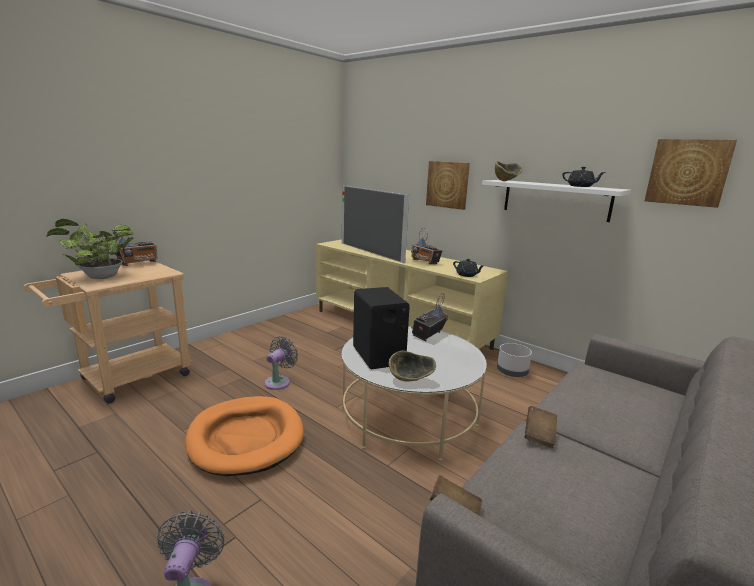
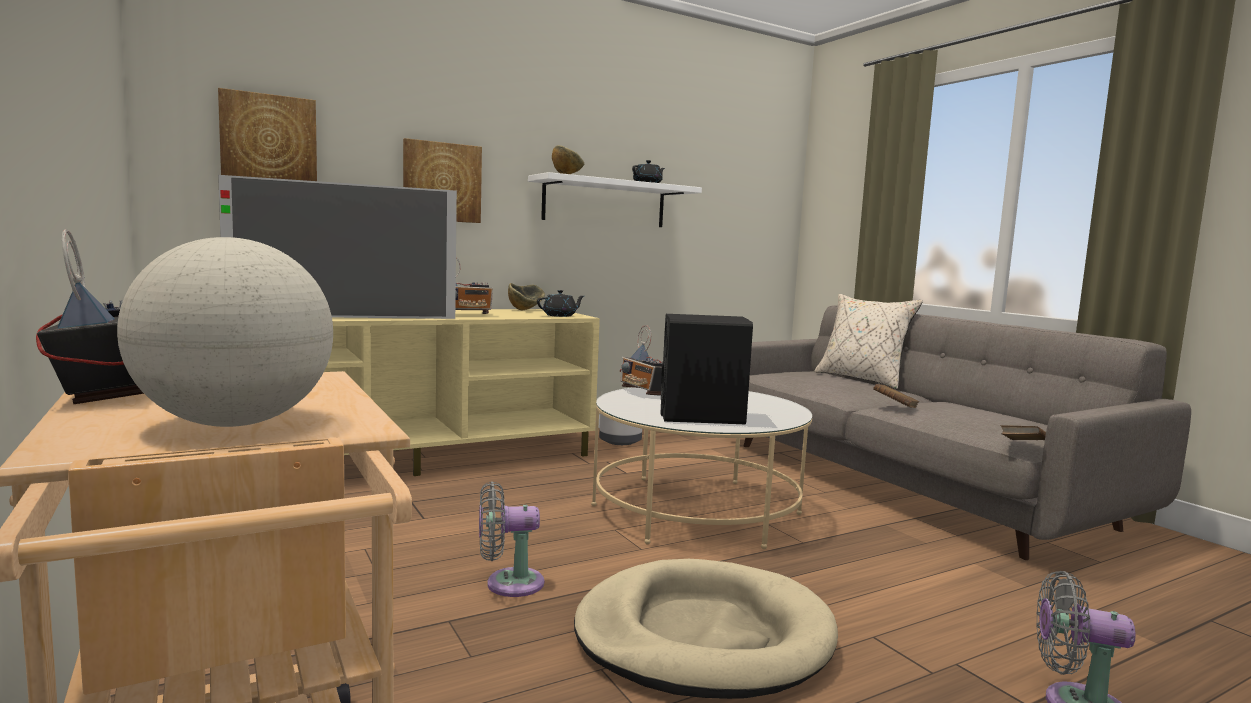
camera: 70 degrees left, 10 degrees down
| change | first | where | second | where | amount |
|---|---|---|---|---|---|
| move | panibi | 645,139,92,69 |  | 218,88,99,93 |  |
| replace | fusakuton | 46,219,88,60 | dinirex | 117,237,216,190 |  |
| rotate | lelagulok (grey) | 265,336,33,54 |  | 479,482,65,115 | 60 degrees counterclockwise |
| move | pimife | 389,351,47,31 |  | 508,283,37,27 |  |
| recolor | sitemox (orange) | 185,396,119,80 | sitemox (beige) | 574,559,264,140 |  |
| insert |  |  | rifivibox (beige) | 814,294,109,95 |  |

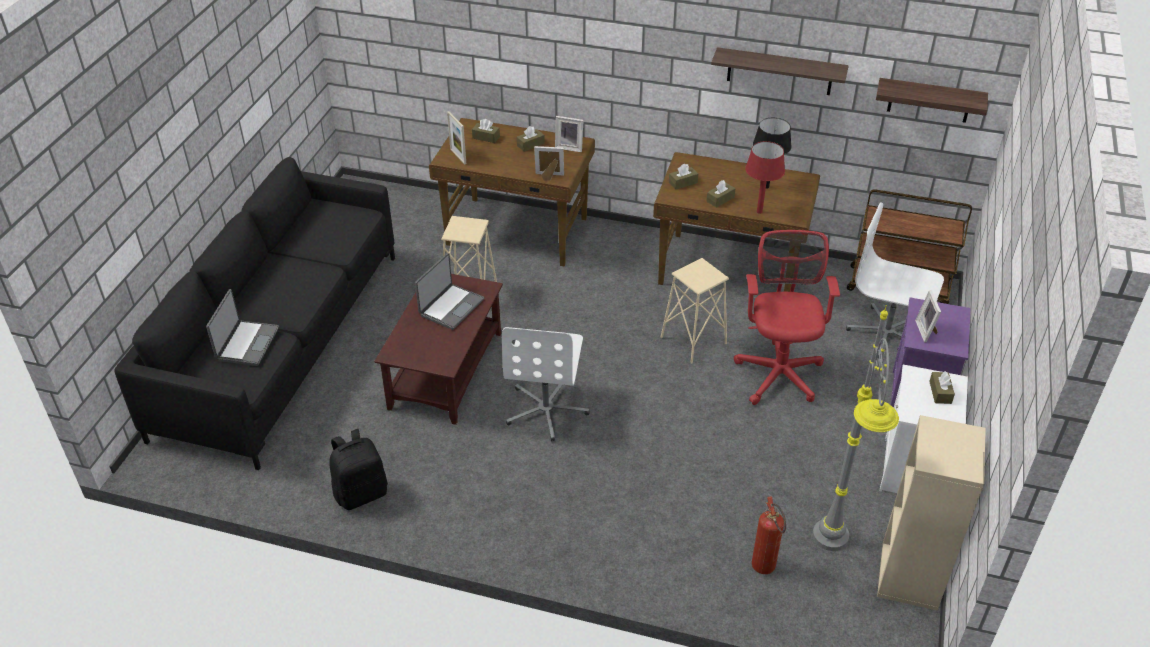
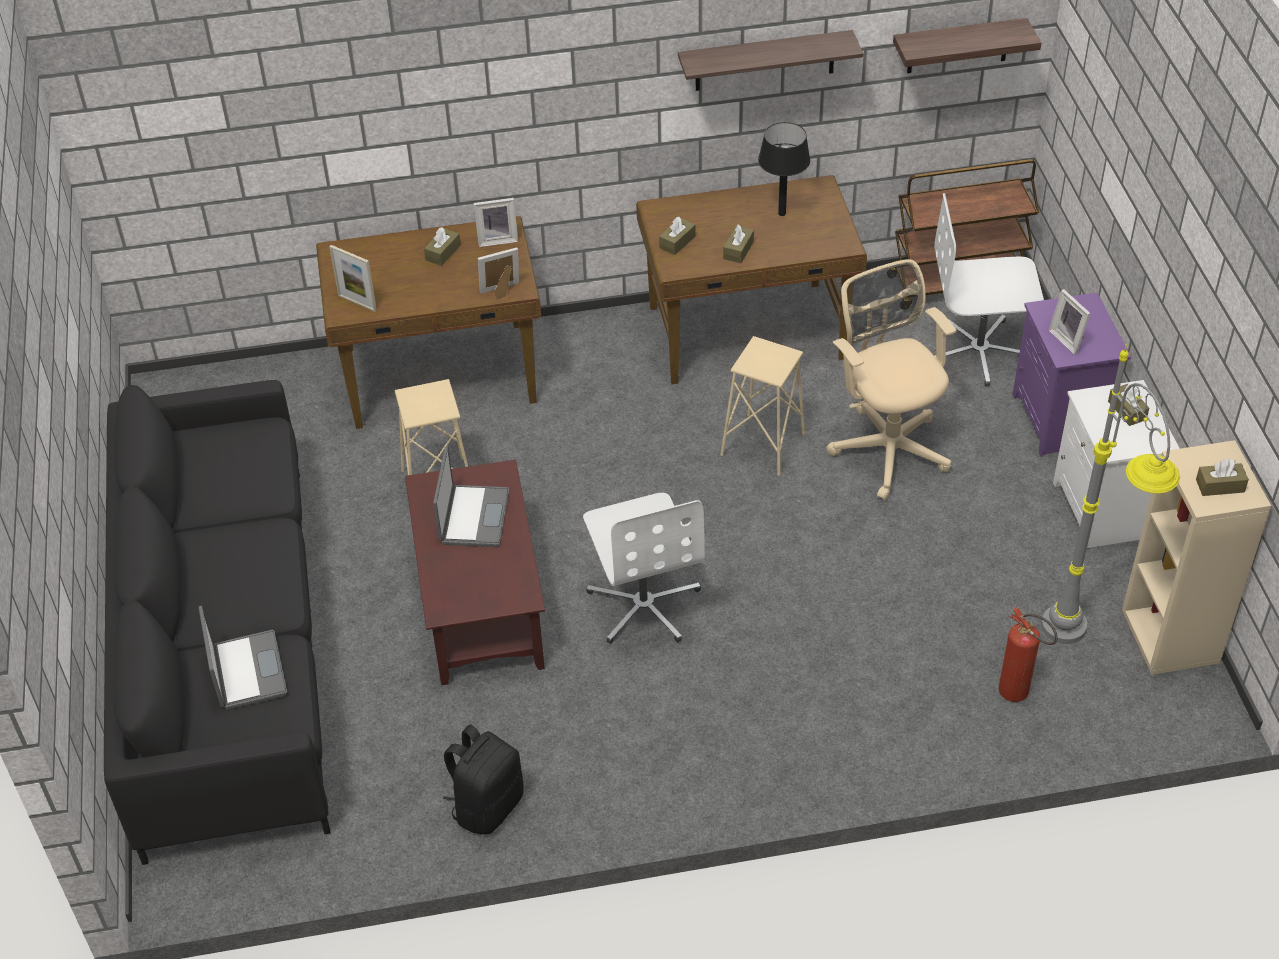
camera: 25 degrees left, 5 degrees up
| change | first | where | second | where | amount |
|---|---|---|---|---|---|
| move | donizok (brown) | 472,119,28,24 |  | 1196,459,53,37 |  |
| delete | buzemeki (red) | 745,141,40,73 |  |  |  |
| recolor | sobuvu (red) | 734,230,106,175 | sobuvu (beige) | 826,259,131,242 |  |

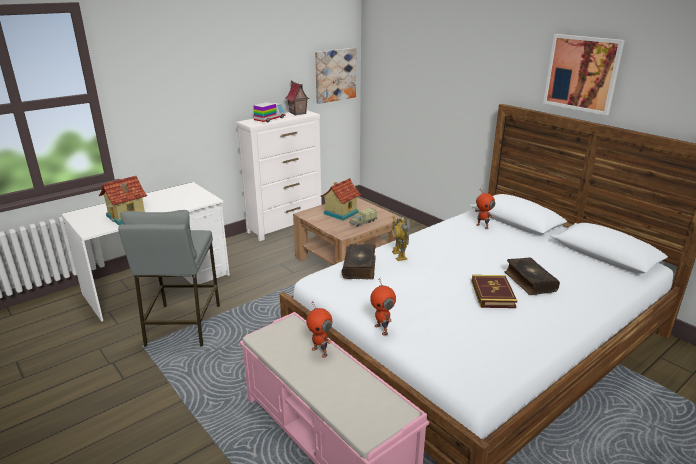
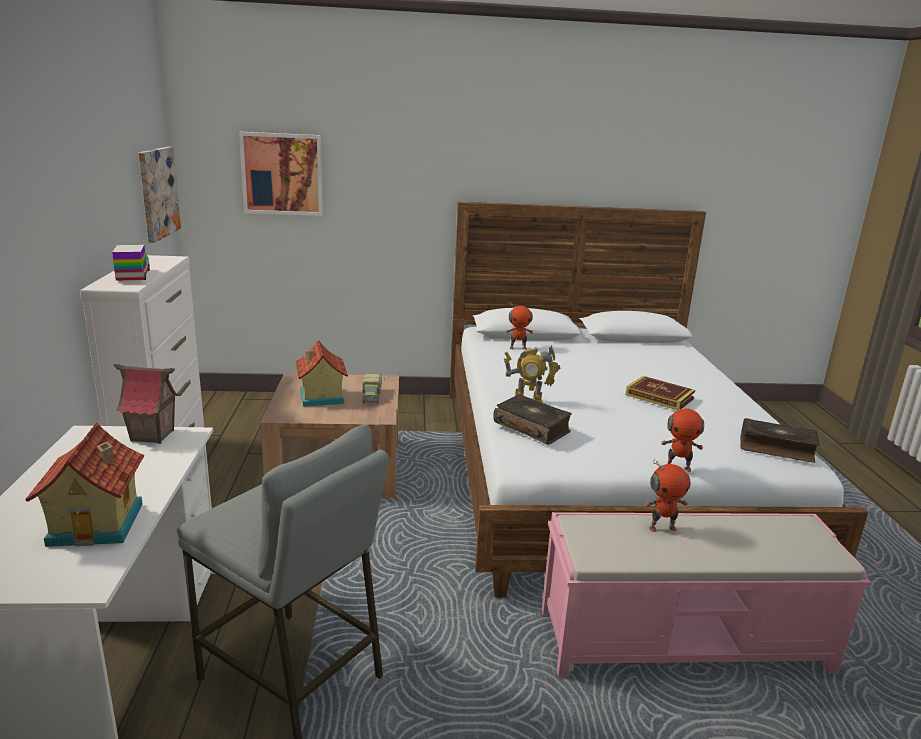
camera: 55 degrees left, 5 degrees down
| change | first | where | second | where | amount |
|---|---|---|---|---|---|
| move | panibi | 543,34,82,81 |  | 239,132,84,84 |  |
| move | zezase | 285,81,24,34 |  | 114,364,65,80 |  |
| move | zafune | 505,257,55,38 |  | 740,418,80,45 |  |

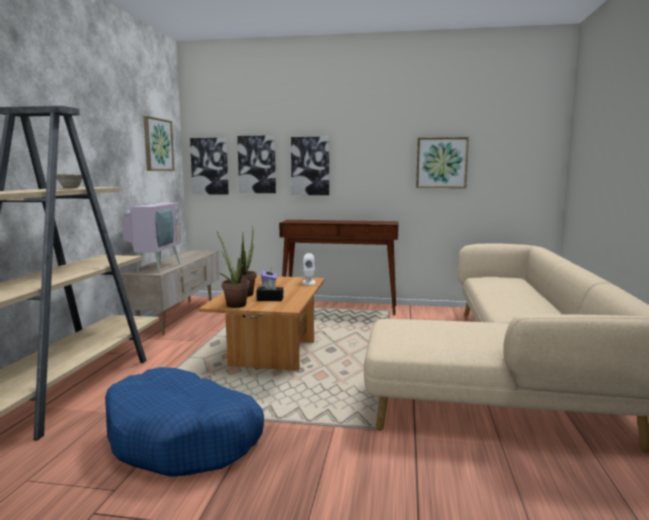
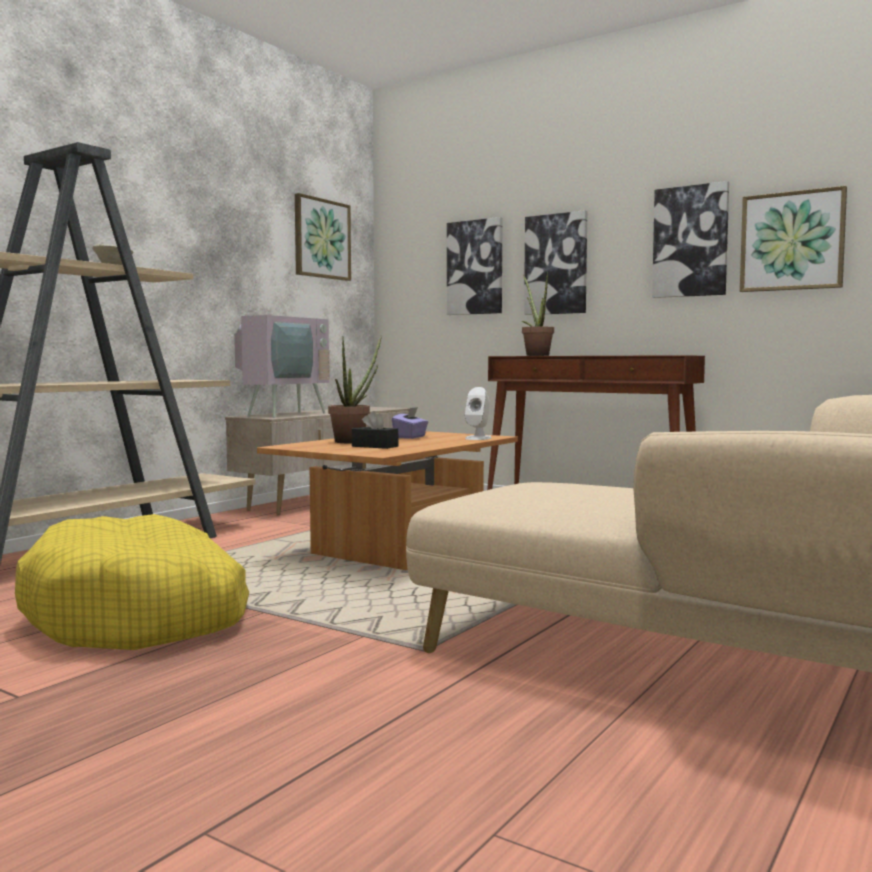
camera: 25 degrees right, 5 degrees down
| change | first | where | second | where | amount |
|---|---|---|---|---|---|
| move | panibi | 190,138,39,57 |  | 652,181,77,117 |  |
| move | fusakuton | 217,232,33,76 |  | 522,272,32,84 |  |
| recolor | sitemox (blue) | 105,367,159,110 | sitemox (yellow) | 15,514,234,136 |  |

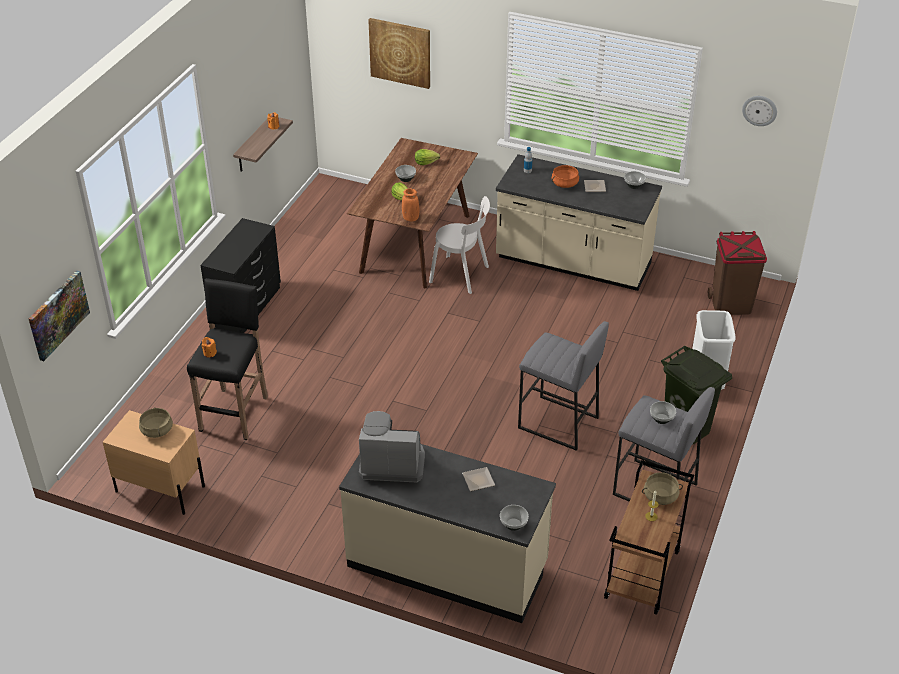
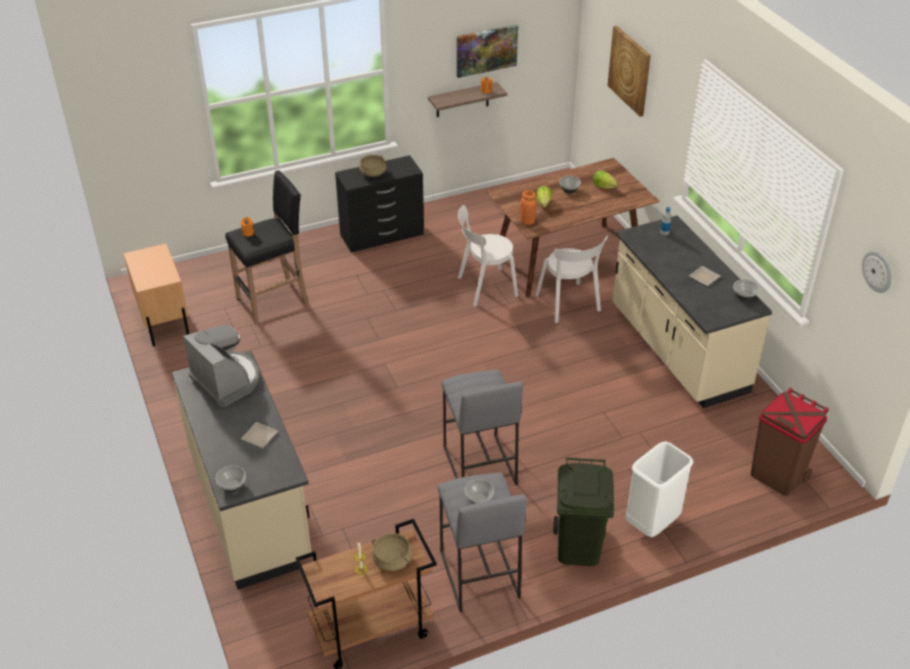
camera: 45 degrees right, 0 degrees up
| change | first | where | second | where | amount |
|---|---|---|---|---|---|
| delete | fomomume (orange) | 552,165,27,23 |  |  |  |
| move | panibi | 28,270,62,91 |  | 457,25,61,53 |  |
| move | fomomume (beige) | 139,407,34,31 |  | 359,155,28,22 |  |
| insert |  |  | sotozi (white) | 458,205,60,101 |  |

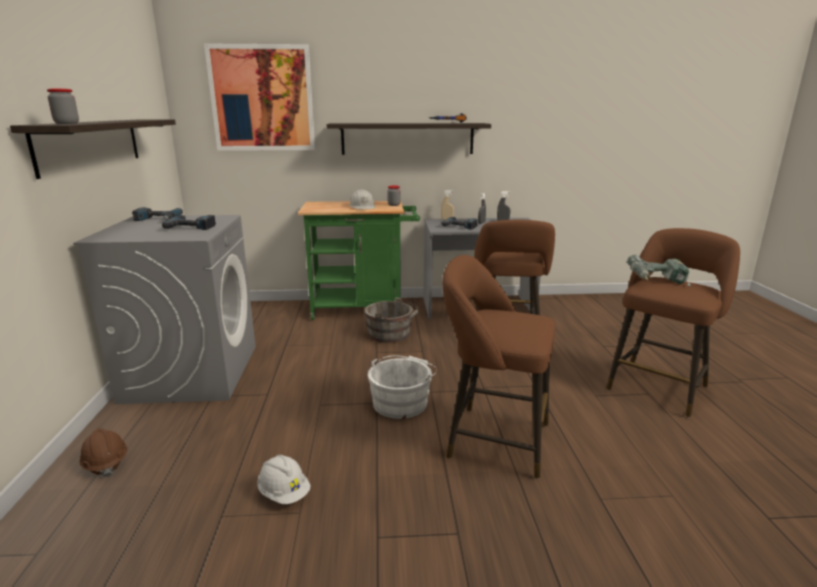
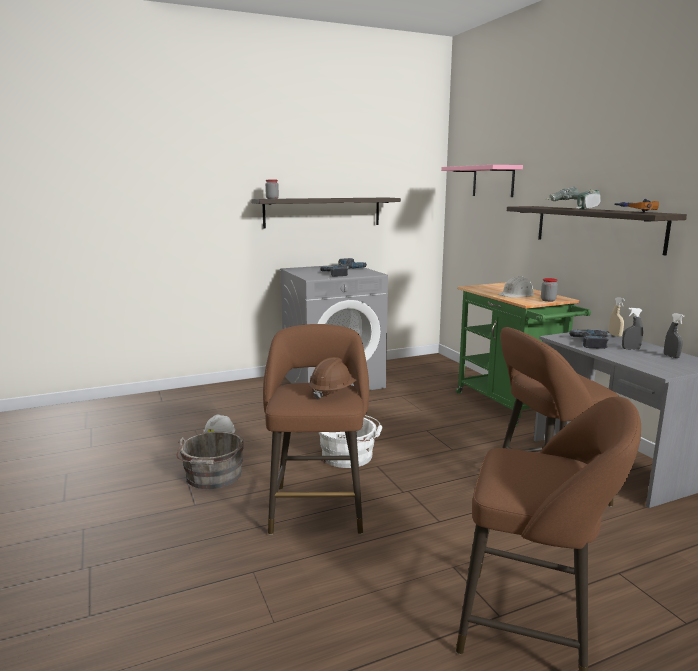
camera: 70 degrees right, 5 degrees down
| change | first | where | second | where | amount |
|---|---|---|---|---|---|
| replace | panibi | 204,44,111,107 | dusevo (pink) | 441,165,82,32 |  |
| move | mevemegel | 627,255,63,32 |  | 545,187,56,23 |  |
| move | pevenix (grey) | 364,297,54,46 |  | 177,431,67,58 |  |
| move | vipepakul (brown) | 79,428,48,49 |  | 309,357,47,43 |  |

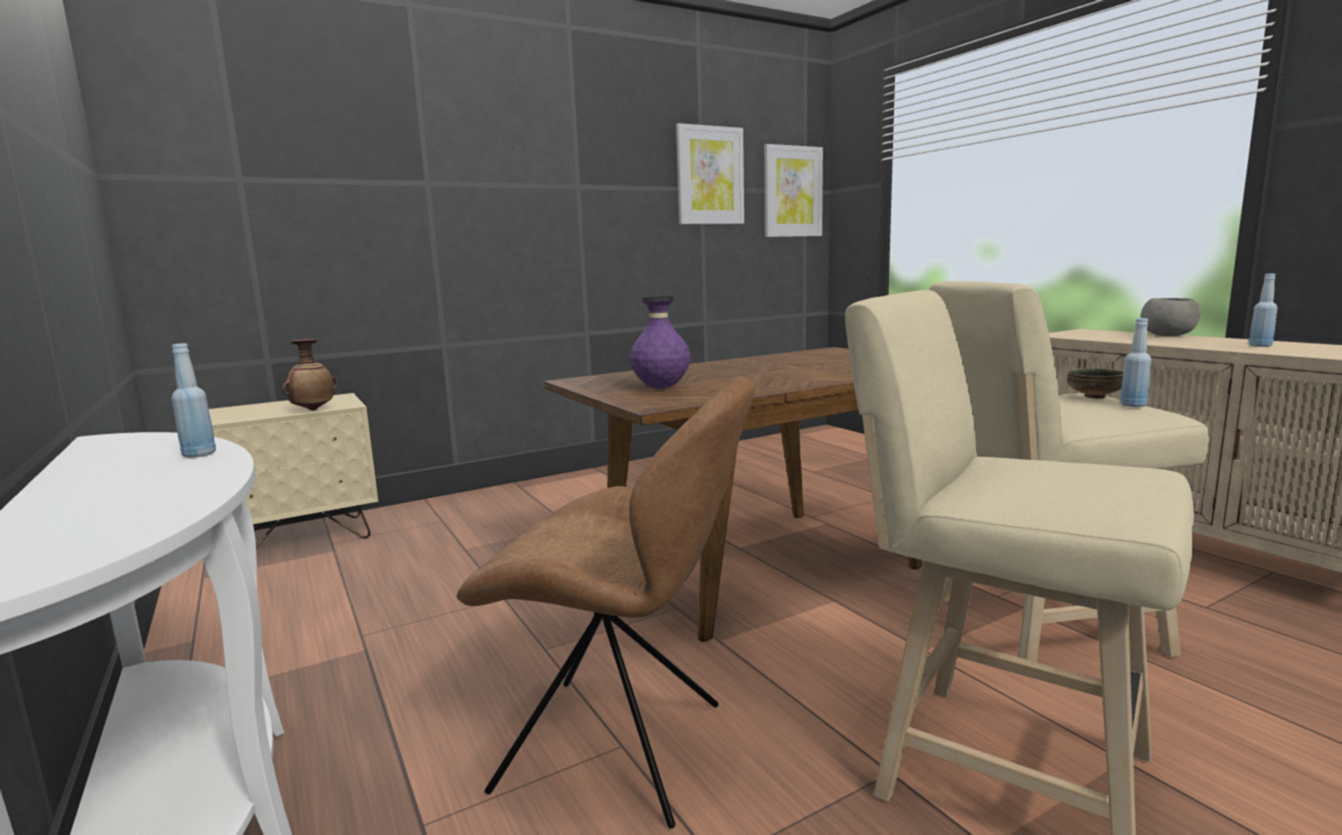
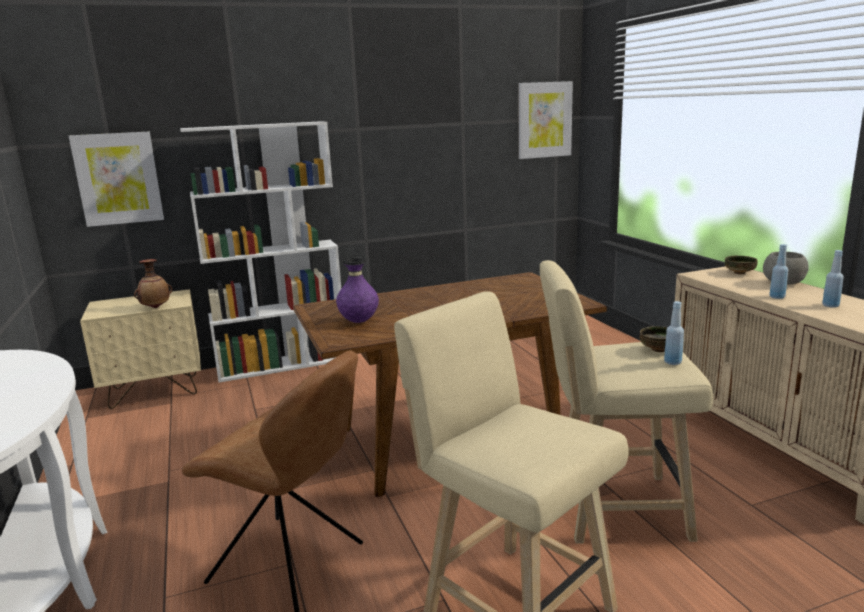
camera: 10 degrees right, 5 degrees up
| change | first | where | second | where | amount |
|---|---|---|---|---|---|
| move | panibi | 676,123,68,101 |  | 69,132,95,95 |  |
| move | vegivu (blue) | 172,343,44,115 |  | 769,244,19,55 |  |
| insert |  |  | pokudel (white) | 180,121,161,261 |  |
| insert |  |  | pimife | 725,256,33,18 |  |

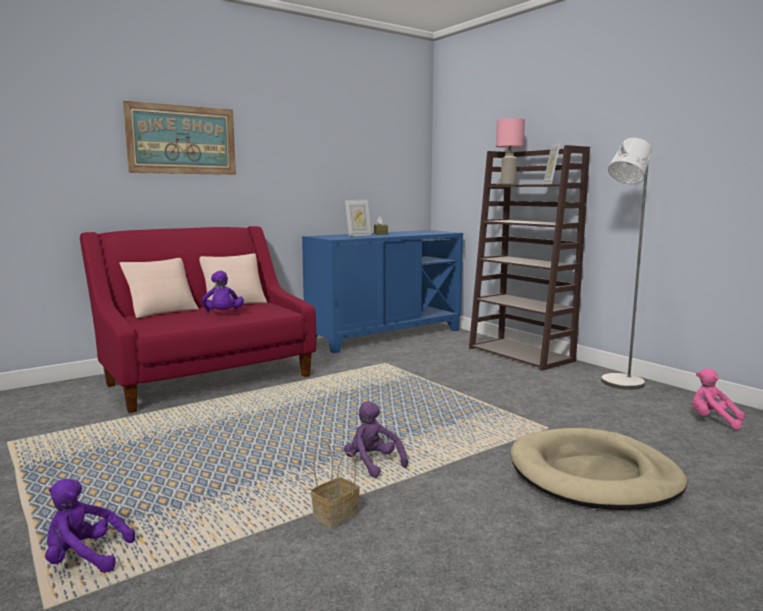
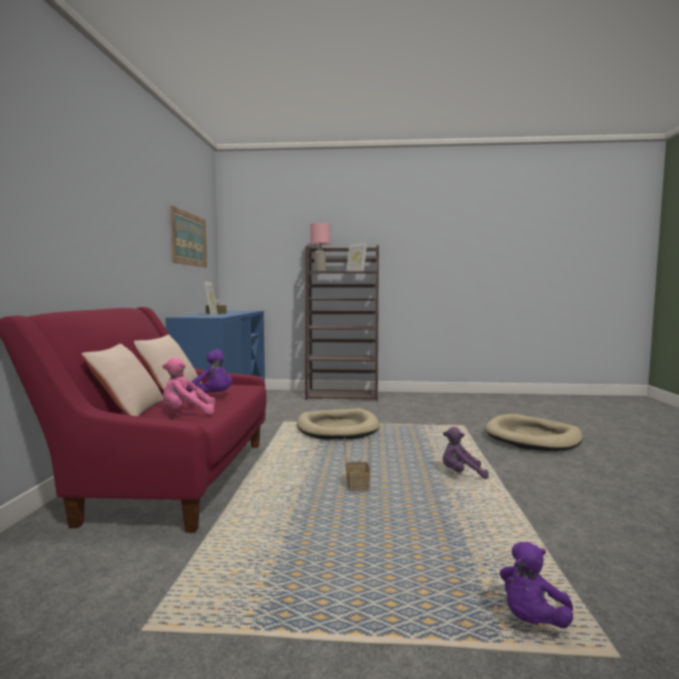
camera: 50 degrees left, 5 degrees down
| change | first | where | second | where | amount |
|---|---|---|---|---|---|
| move | panibi | 123,101,113,74 |  | 170,206,37,61 |  |
| delete | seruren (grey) | 601,138,51,252 |  |  |  |
| move | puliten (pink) | 692,368,53,61 |  | 162,357,53,58 |  |
| move | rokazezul | 311,440,49,88 |  | 344,436,27,55 |  |
| insert |  |  | sitemox (beige) | 297,408,83,32 |  |

